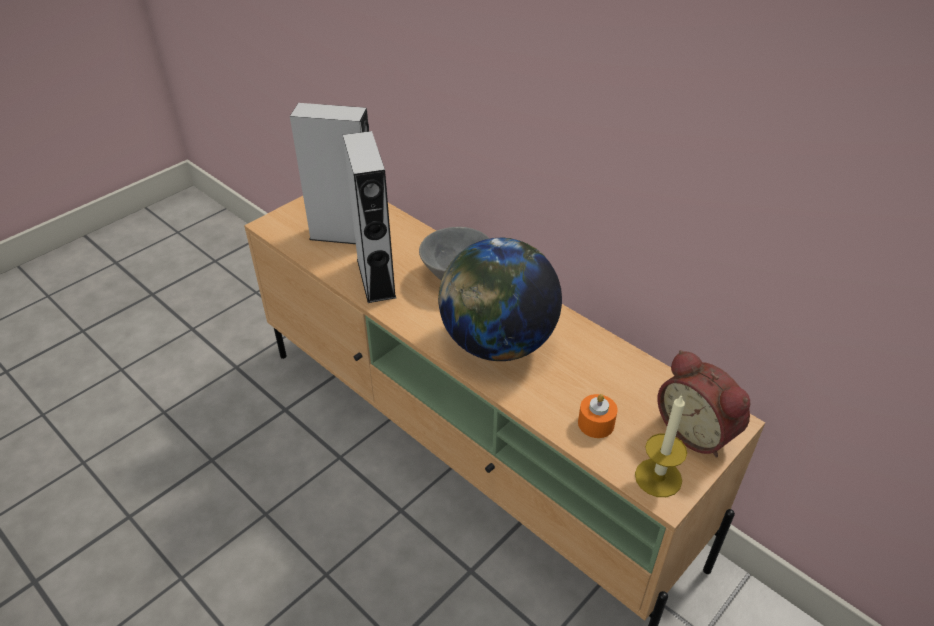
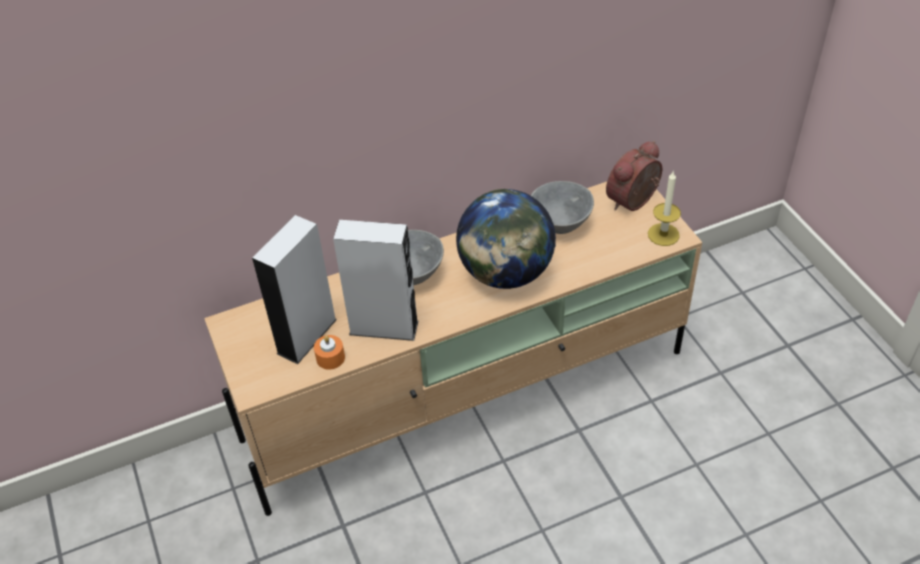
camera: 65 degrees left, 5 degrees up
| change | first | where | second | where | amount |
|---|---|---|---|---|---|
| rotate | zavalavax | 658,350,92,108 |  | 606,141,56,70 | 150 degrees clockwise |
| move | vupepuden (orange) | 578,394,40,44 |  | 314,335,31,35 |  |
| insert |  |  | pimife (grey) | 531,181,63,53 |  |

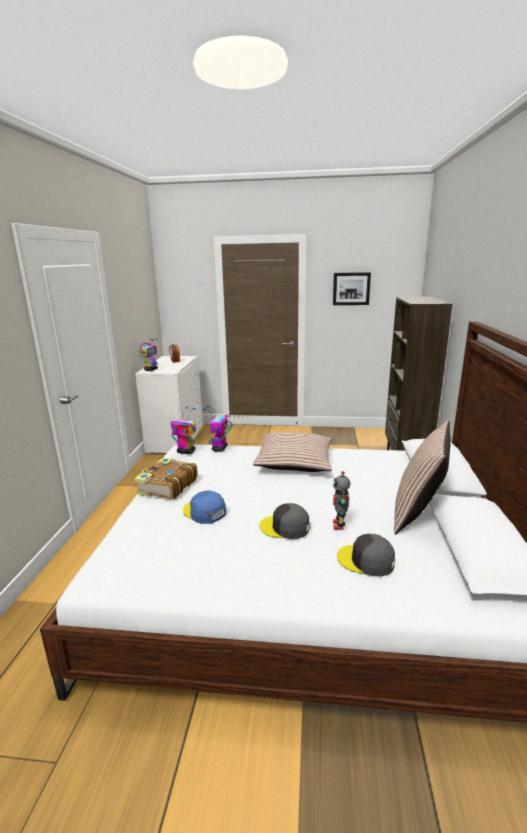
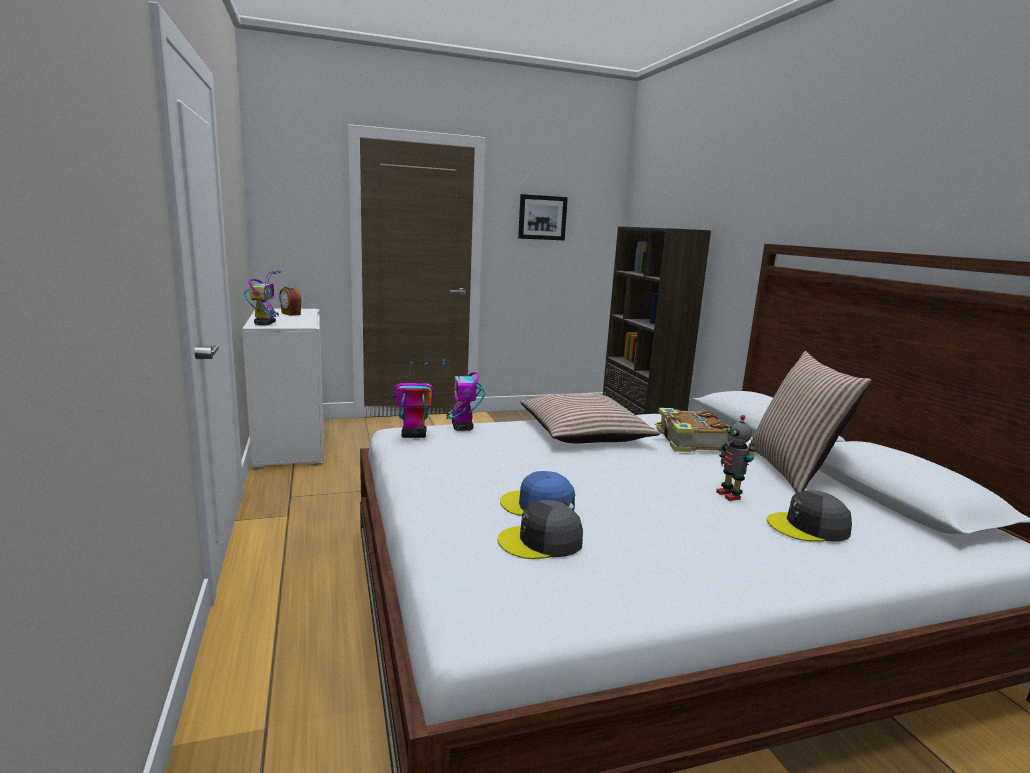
camera: 25 degrees left, 5 degrees down
| change | first | where | second | where | amount |
|---|---|---|---|---|---|
| move | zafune | 134,457,64,43 |  | 655,408,76,44 |  |
| move | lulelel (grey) | 260,503,50,36 |  | 498,500,85,59 |  |

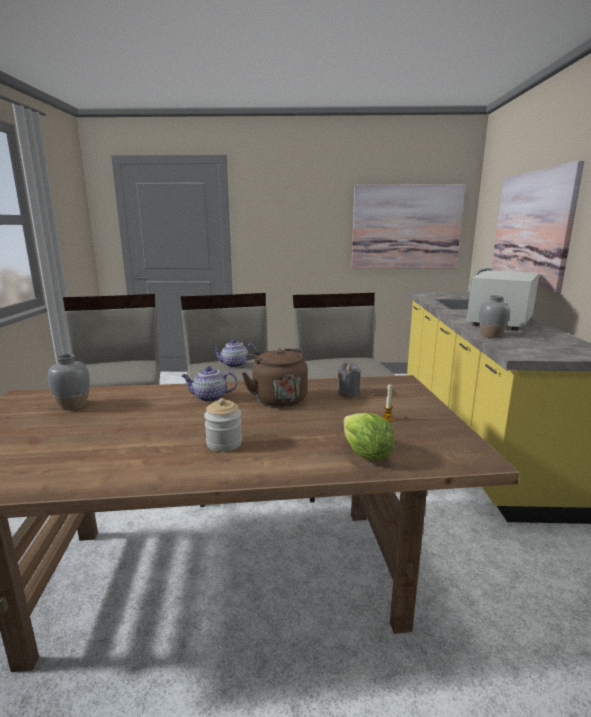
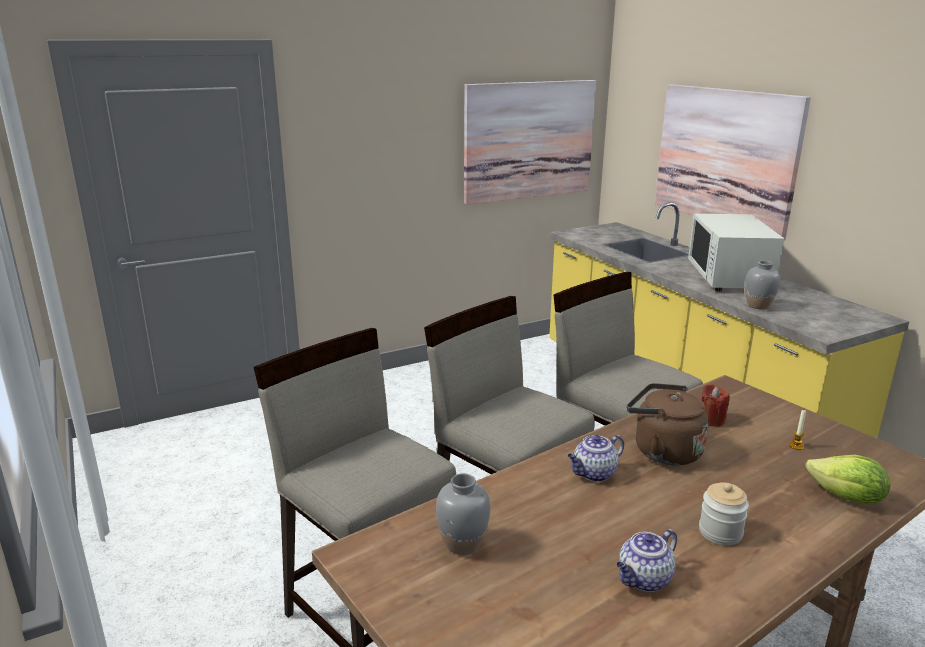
camera: 30 degrees left, 5 degrees up
| change | first | where | second | where | amount |
|---|---|---|---|---|---|
| move | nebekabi | 212,339,45,29 |  | 617,529,60,63 |  |
| recolor | vupepuden (grey) | 338,362,22,35 | vupepuden (red) | 701,384,29,43 |  |

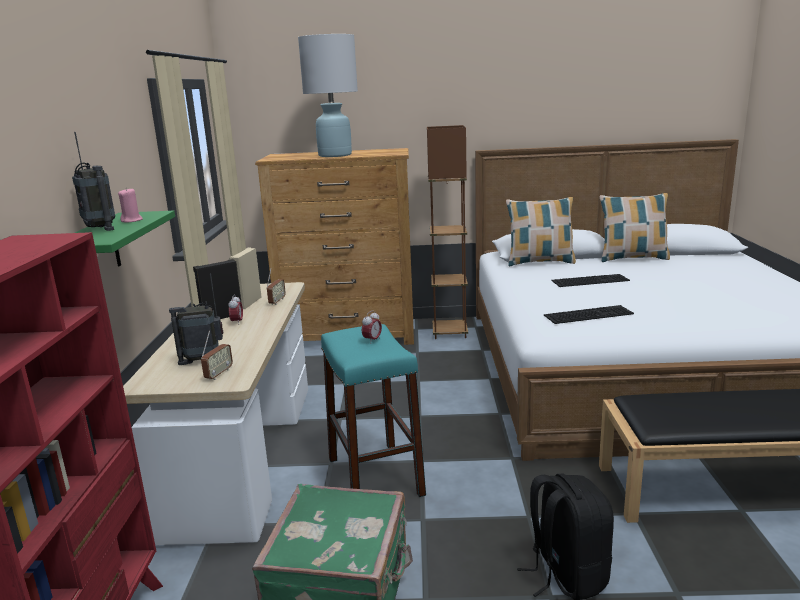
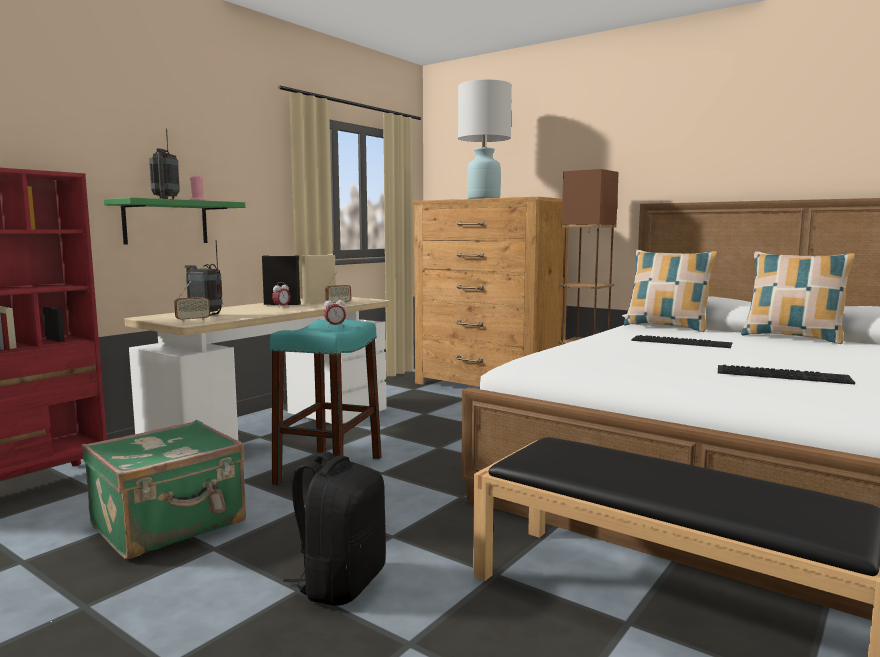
camera: 35 degrees right, 10 degrees down
| change | first | where | second | where | amount |
|---|---|---|---|---|---|
| move | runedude | 544,305,90,19 |  | 718,365,137,19 |  |

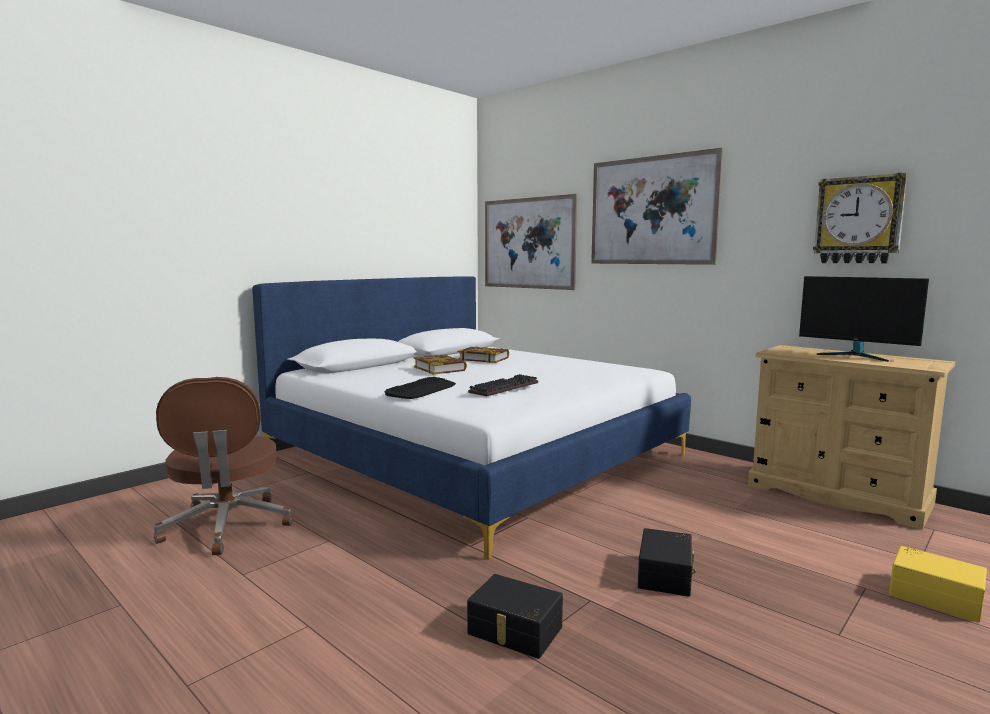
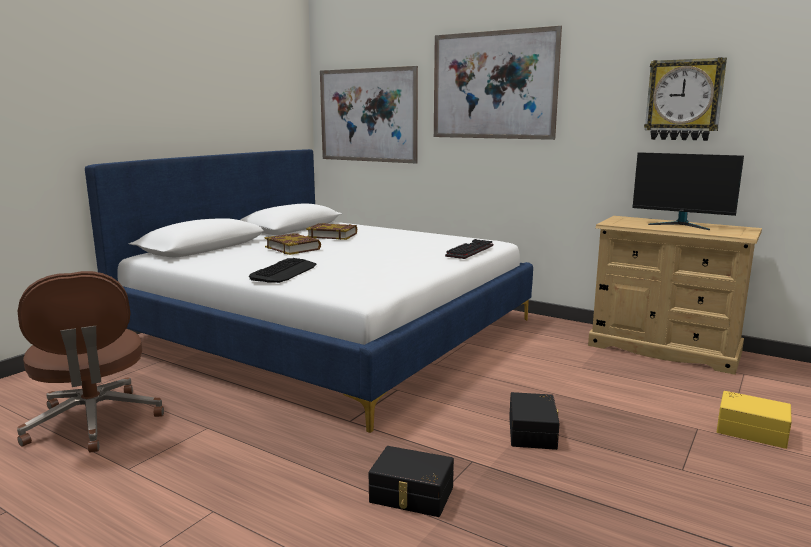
camera: 10 degrees left, 5 degrees up
| change | first | where | second | where | amount |
|---|---|---|---|---|---|
| move | runedude | 468,374,70,22 |  | 445,239,48,20 |  |

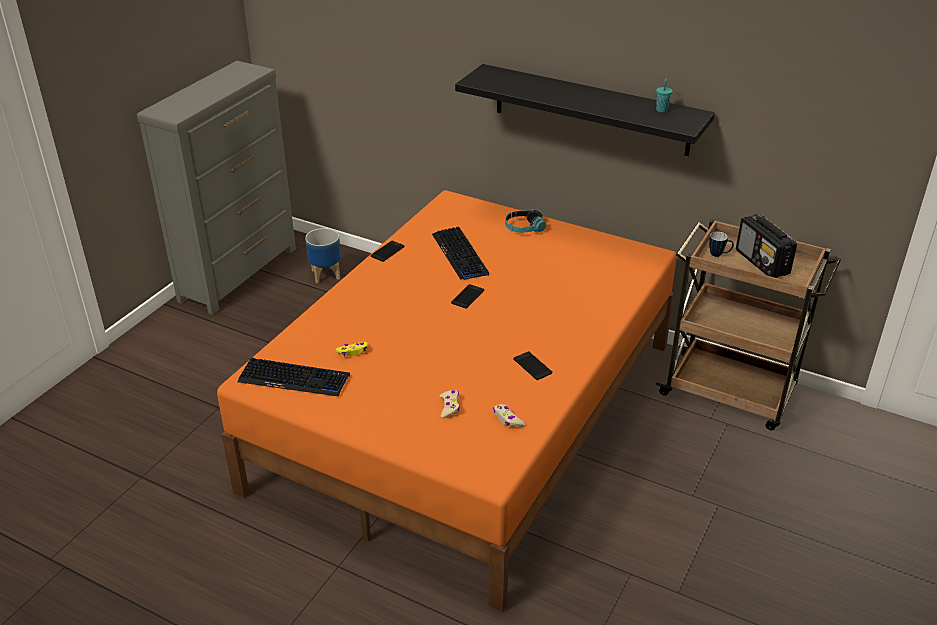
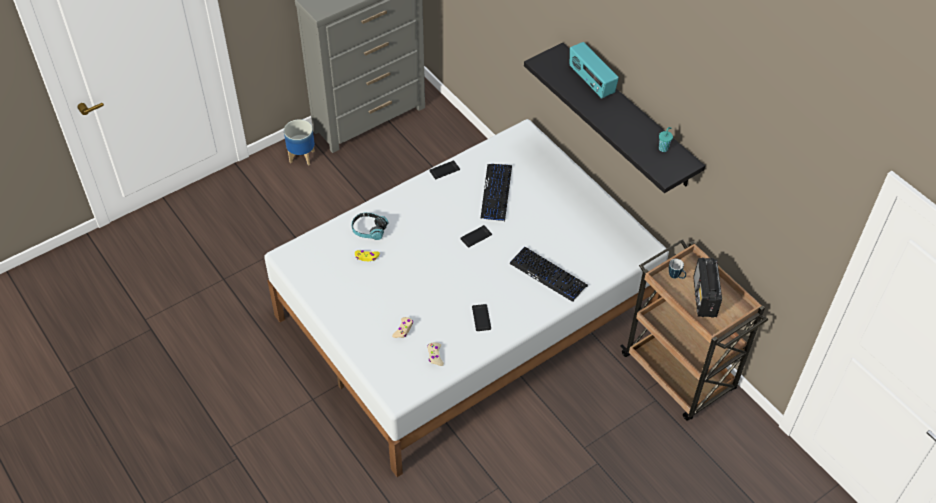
camera: 25 degrees right, 15 degrees up
| change | first | where | second | where | amount |
|---|---|---|---|---|---|
| recolor | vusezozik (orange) | 217,190,460,423 | vusezozik (white) | 264,119,405,358 |  |
| move | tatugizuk | 505,209,41,24 |  | 352,212,36,28 |  |
| move | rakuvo | 305,228,36,55 |  | 284,119,31,46 |  |
| move | runedude | 238,358,112,39 |  | 509,247,79,55 |  |
| insert |  |  | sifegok | 570,42,49,57 |  |

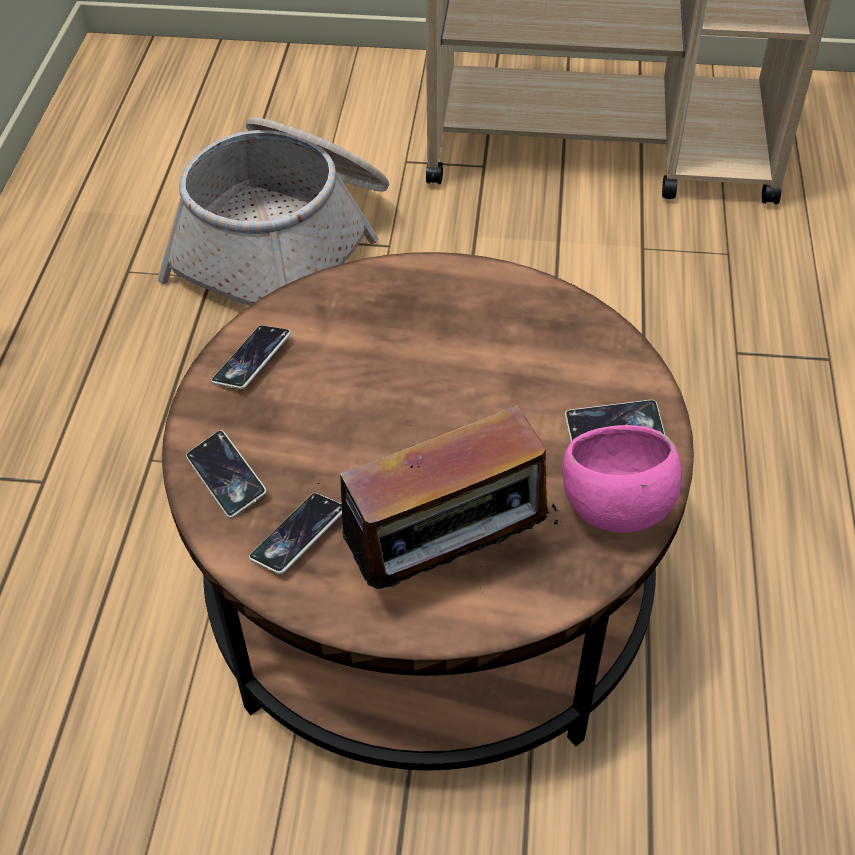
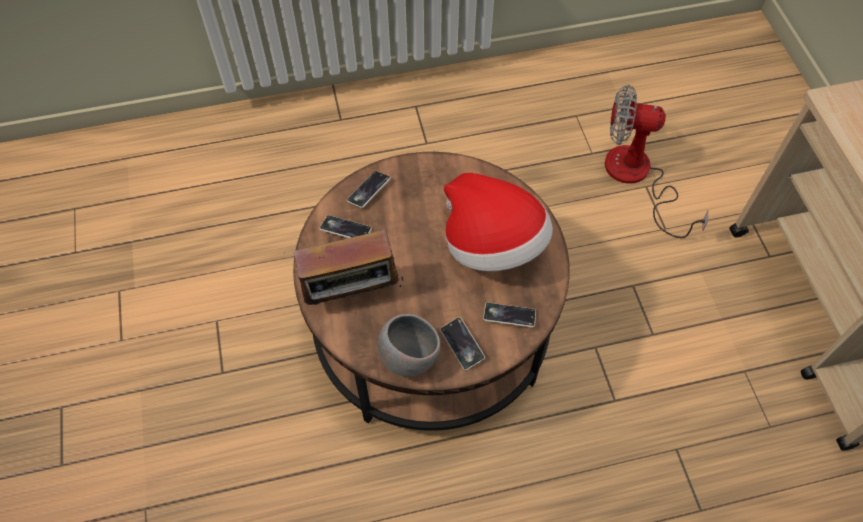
camera: 70 degrees right, 10 degrees up
| change | first | where | second | where | amount |
|---|---|---|---|---|---|
| replace | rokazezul | 157,118,232,188 | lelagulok | 605,85,104,153 |  |
| move | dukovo | 211,325,80,64 |  | 483,303,53,25 |  |
| rotate | sifegok | 318,405,240,195 |  | 293,230,110,86 | 60 degrees counterclockwise |
| recolor | pimife (pink) | 562,425,120,108 | pimife (grey) | 377,314,63,63 |  |
| insert |  |  | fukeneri | 444,172,109,99 |  |

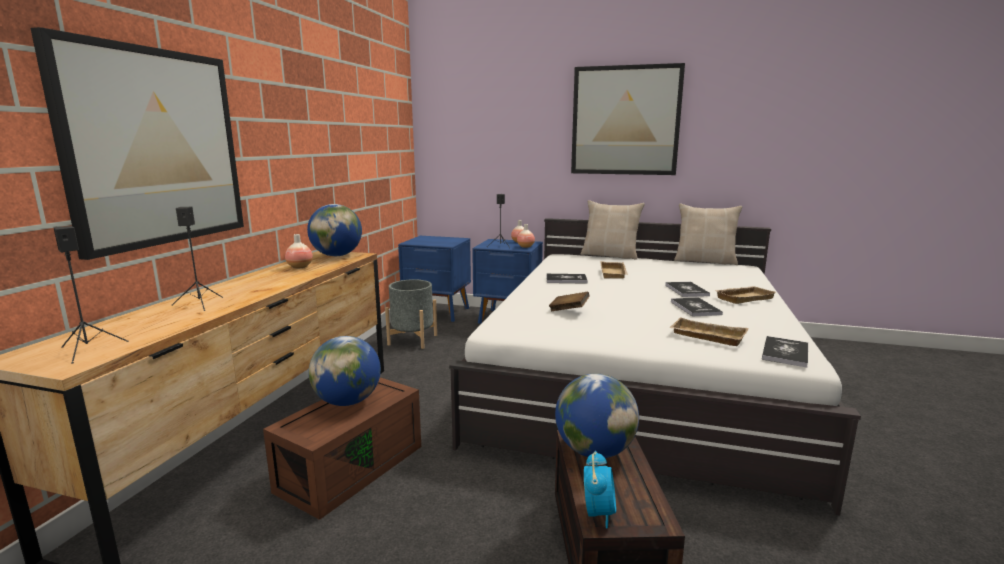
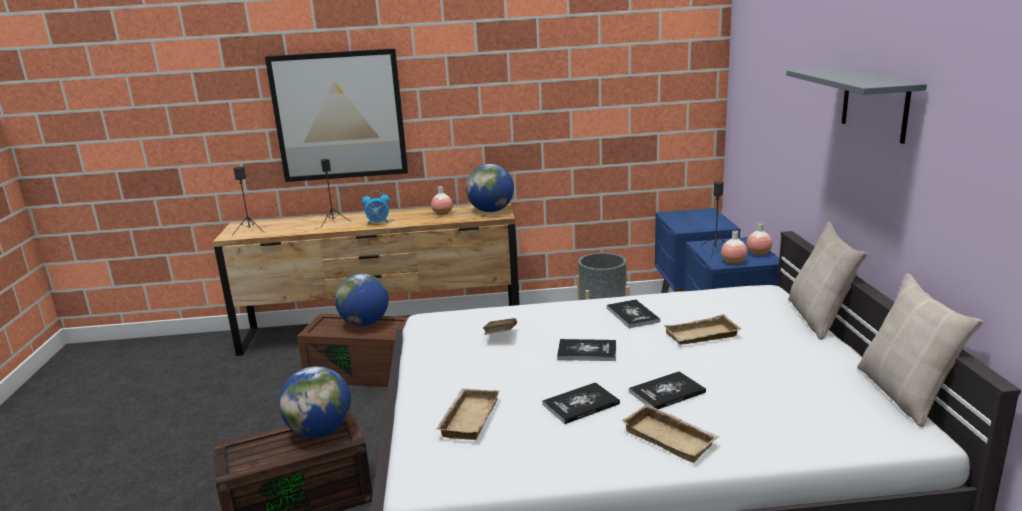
camera: 70 degrees right, 5 degrees up
| change | first | where | second | where | amount |
|---|---|---|---|---|---|
| replace | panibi | 571,63,114,112 | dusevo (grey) | 786,67,141,77 |  |
| move | zafune | 762,336,46,32 |  | 557,339,59,22 |  |
| move | zavalavax | 584,451,32,77 |  | 362,191,28,34 |  |

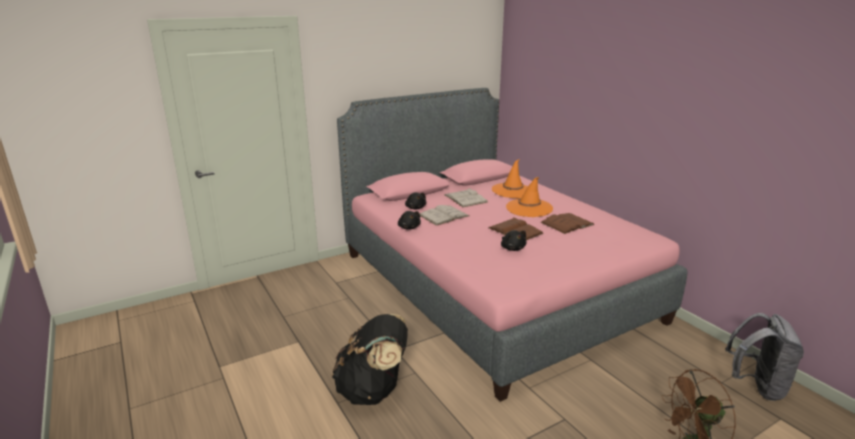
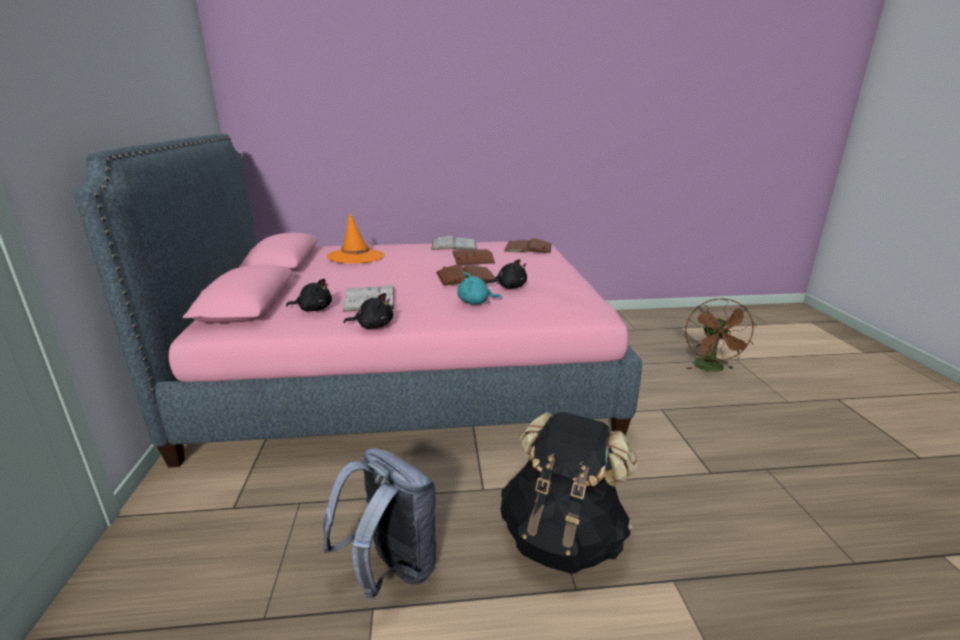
camera: 65 degrees left, 0 degrees up
| change | first | where | second | where | amount |
|---|---|---|---|---|---|
| delete | fukeneri (orange) | 506,177,47,40 |  |  |  |
| move | zafune (white) | 444,188,44,19 |  | 431,236,46,14 |  |
| move | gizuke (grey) | 725,313,79,88 |  | 323,448,114,152 |  |
| insert |  |  | zafune (brown) | 504,238,47,15 |  |
| insert |  |  | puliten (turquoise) | 457,272,45,32 |  |

